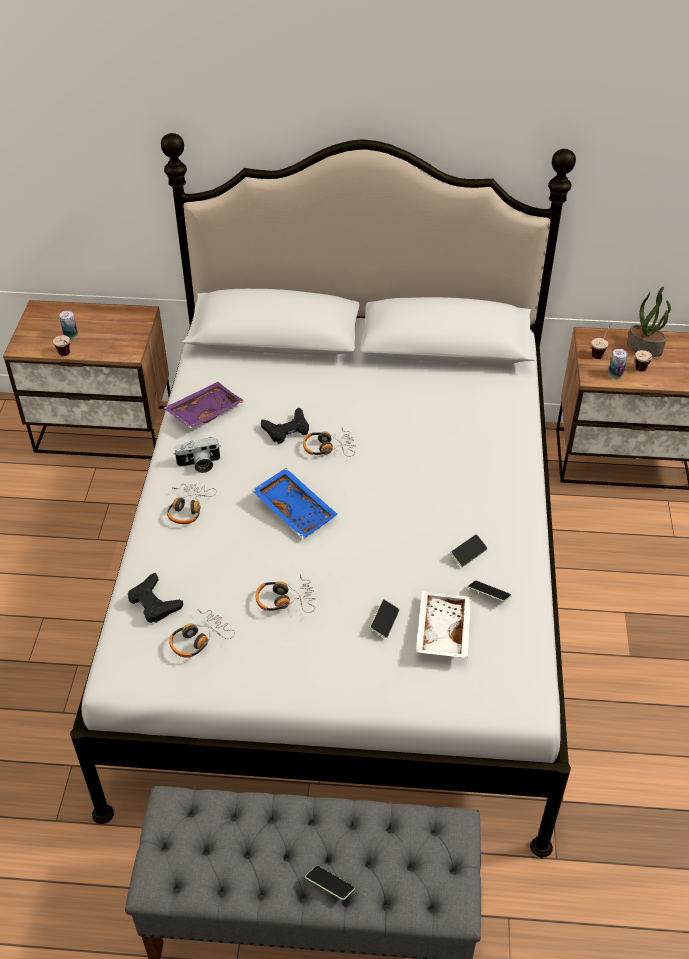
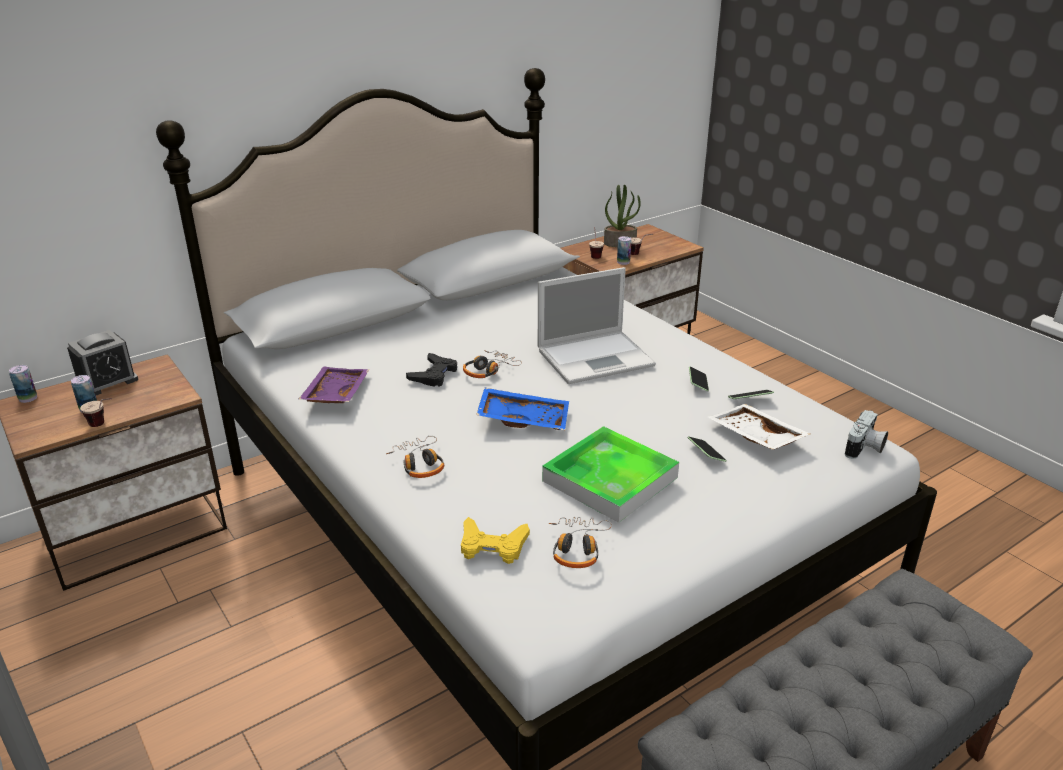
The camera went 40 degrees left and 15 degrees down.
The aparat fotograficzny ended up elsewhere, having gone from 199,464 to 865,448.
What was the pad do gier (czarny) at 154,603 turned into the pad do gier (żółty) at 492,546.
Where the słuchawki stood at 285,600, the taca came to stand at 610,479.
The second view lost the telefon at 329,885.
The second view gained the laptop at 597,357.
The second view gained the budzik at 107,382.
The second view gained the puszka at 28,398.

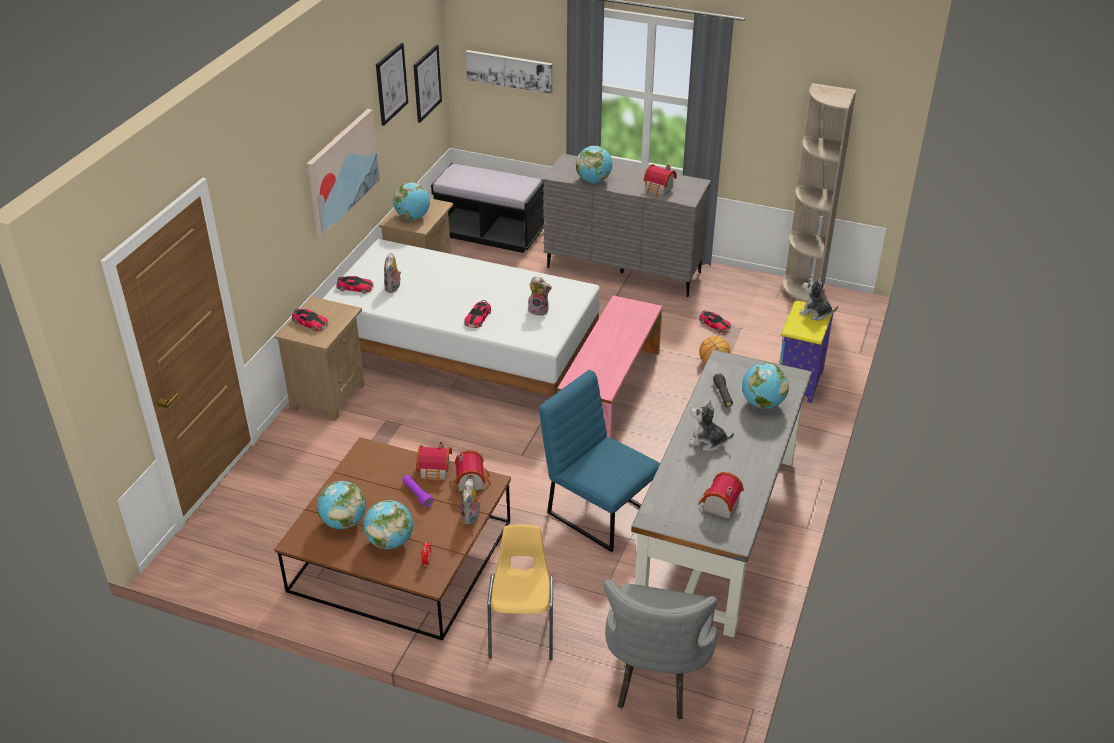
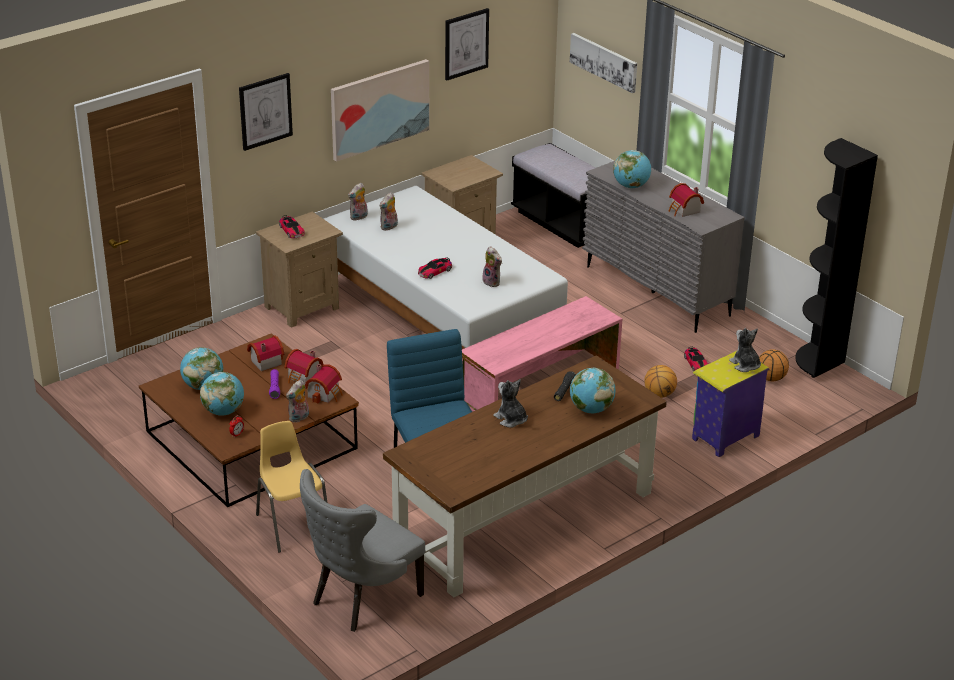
The camera went 30 degrees right and 5 degrees down.
The obraz ended up elsewhere, having gone from 426,83 to 265,111.
What was the regał (beżowy) at 802,293 turned into the regał (czarny) at 814,365.
The second view lost the globus at 413,217.
Where the samochodzik stood at 355,287, the pluszak came to stand at 359,217.
What was the biurko (szary) at 719,530 turned into the biurko (brązowy) at 524,519.
The domek ended up elsewhere, having gone from 718,506 to 264,362.
The krzesło (żółty) at 523,630 ended up facing another way, 60 degrees counterclockwise from before.
The second view gained the piłka do koszykówki at 771,378.

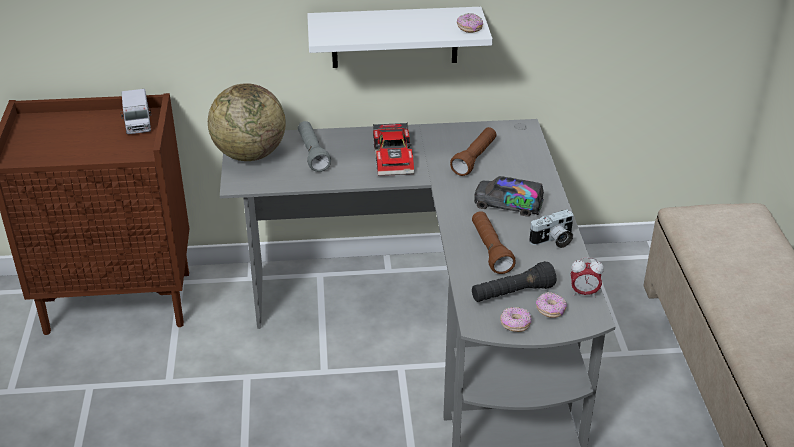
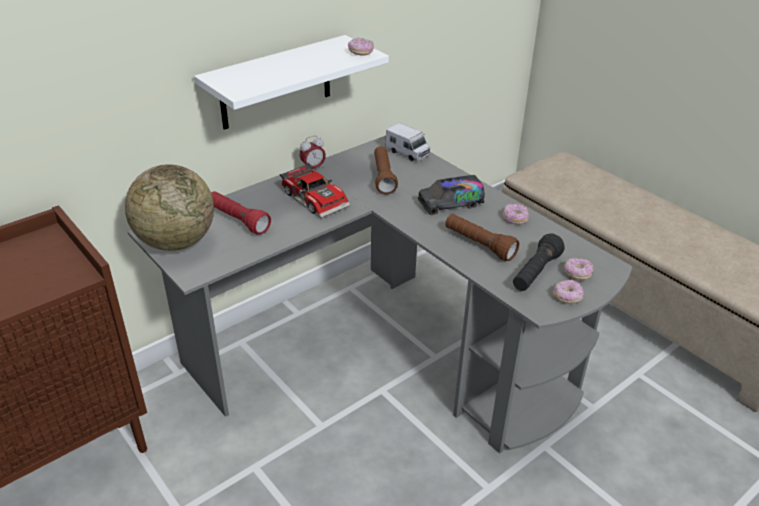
The camera went 35 degrees left and 0 degrees up.
The ciężarówka zabawkowa ended up elsewhere, having gone from 138,123 to 407,153.
What was the latarka (szary) at 312,154 turned into the latarka (czerwony) at 238,220.
Where the aparat fotograficzny stood at 553,241, the donut came to stand at 515,219.
The budzik ended up elsewhere, having gone from 584,293 to 313,168.

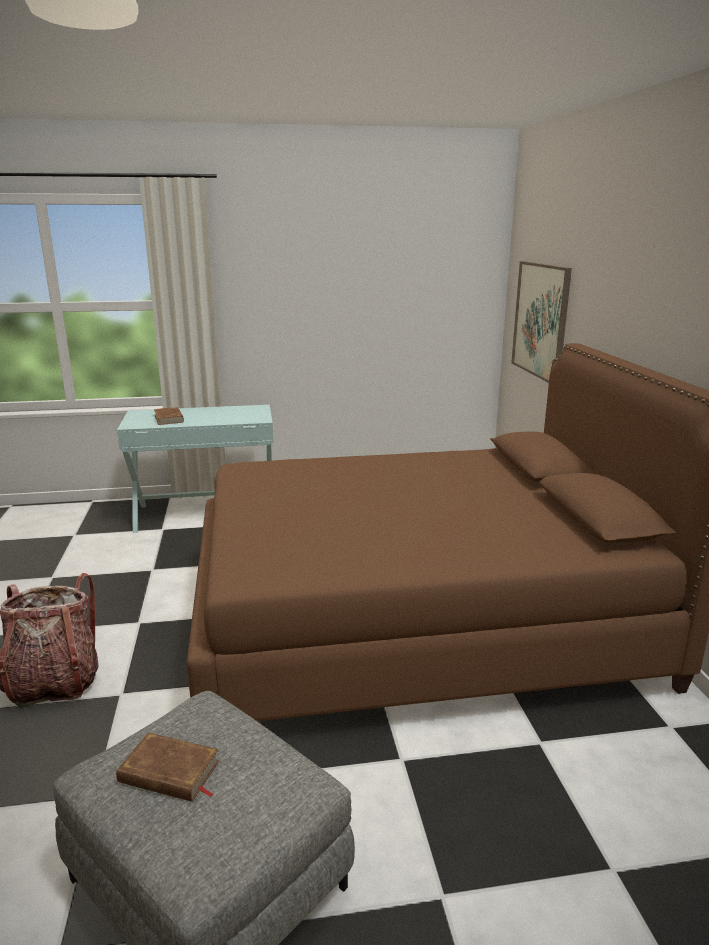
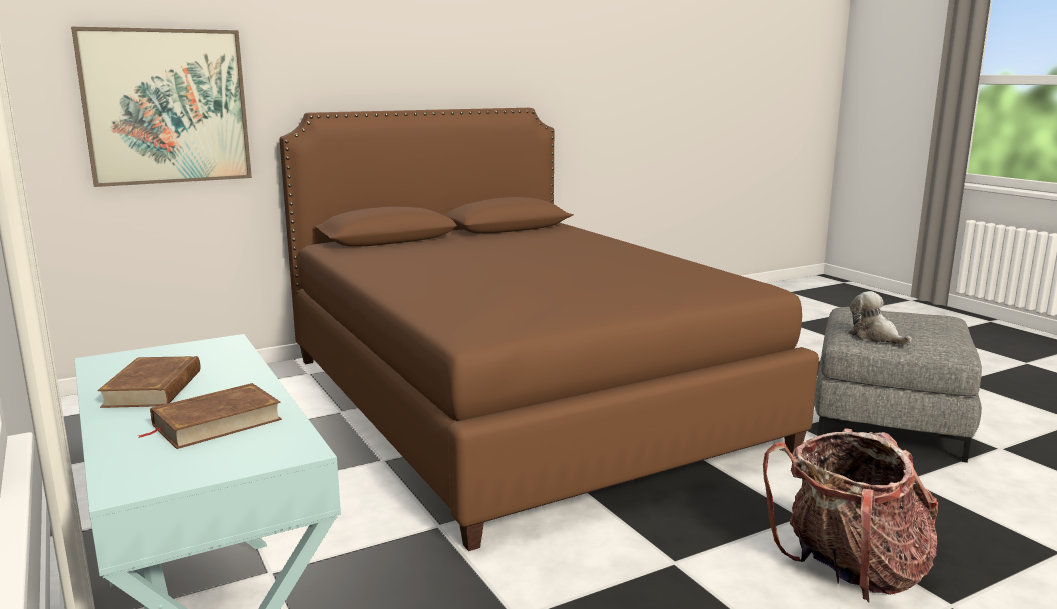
The camera went 110 degrees left and 5 degrees down.
The książka (brązowy) ended up elsewhere, having gone from 169,772 to 154,388.
The second view gained the pluszak at 875,337.

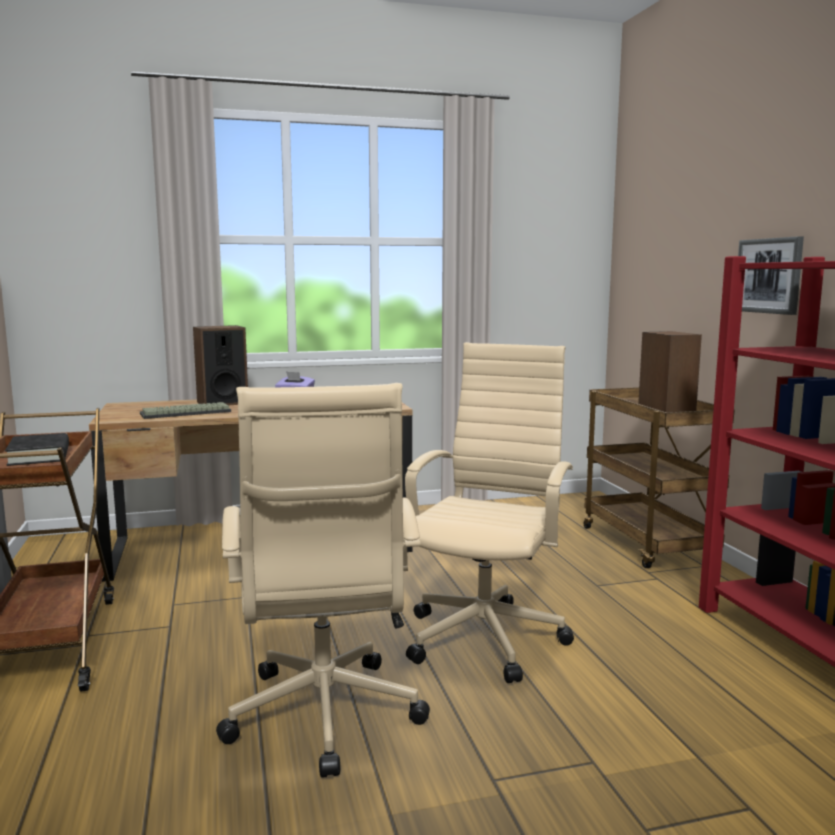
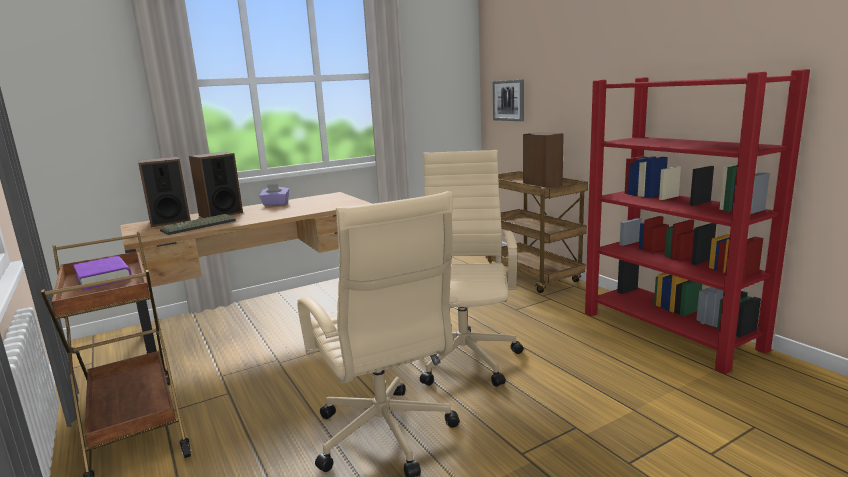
The camera went 15 degrees left and 5 degrees up.
The obraz ended up elsewhere, having gone from 769,275 to 509,100.
What was the książka (czarny) at 39,456 turned into the książka (fioletowy) at 103,277.
The second view gained the głośnik at 169,221.

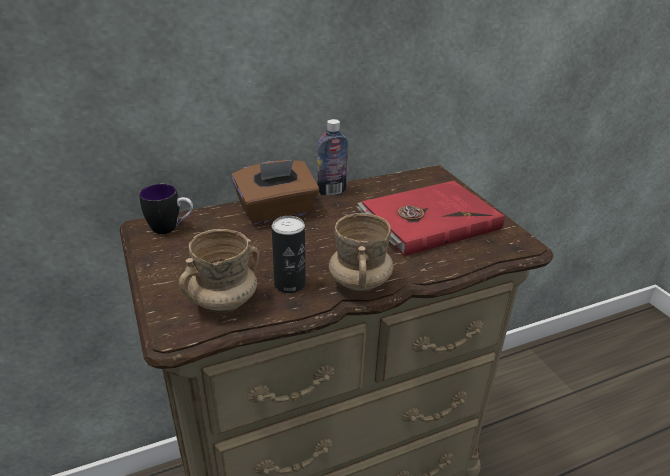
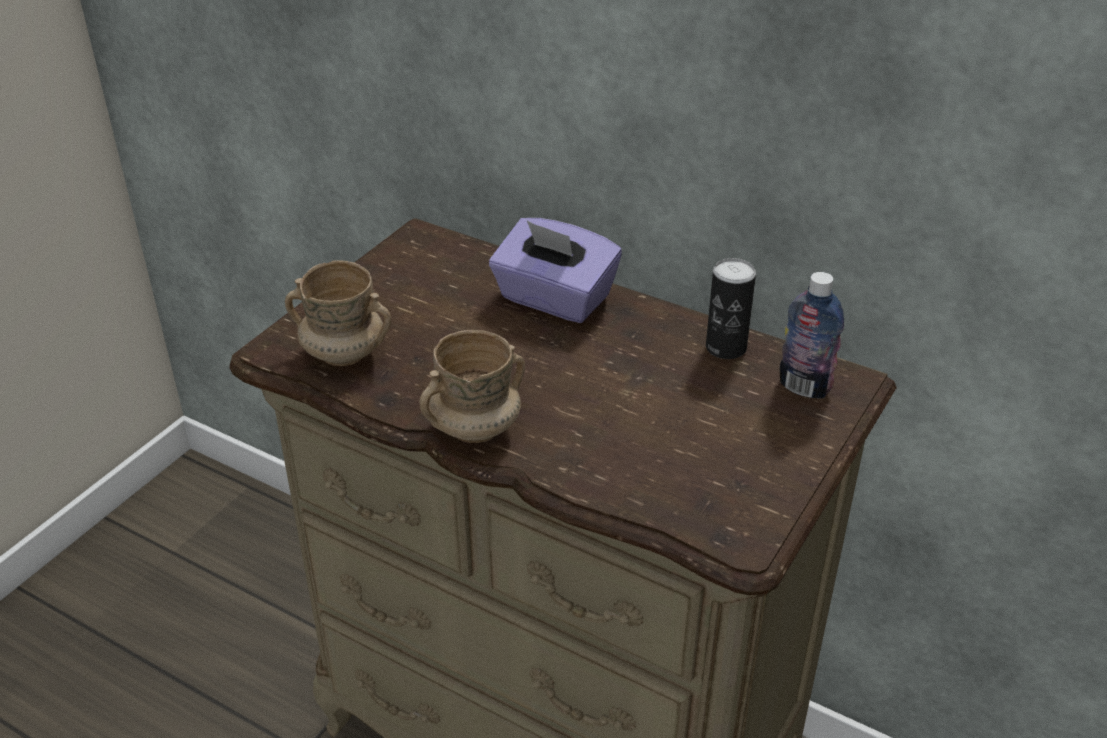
The camera went 55 degrees right and 5 degrees up.
The butelka ended up elsewhere, having gone from 332,191 to 804,387.
What was the pudełko chusteczek (brązowy) at 277,212 turned into the pudełko chusteczek (fioletowy) at 554,299.
The second view lost the książka (czerwony) at 427,220.
The second view lost the kubek at 171,228.
The puszka ended up elsewhere, having gone from 290,284 to 726,347.

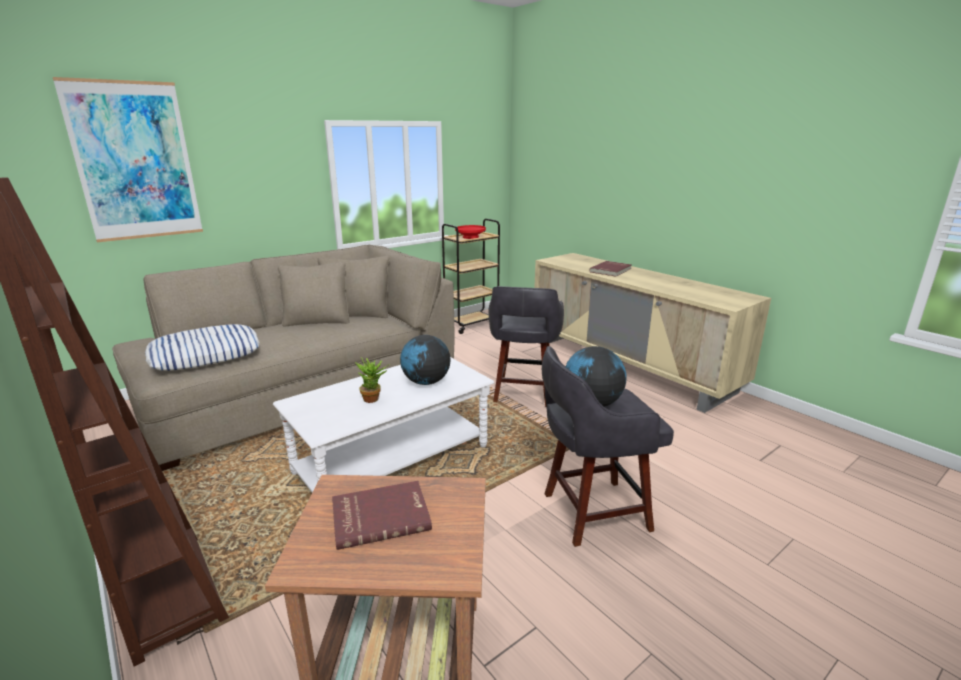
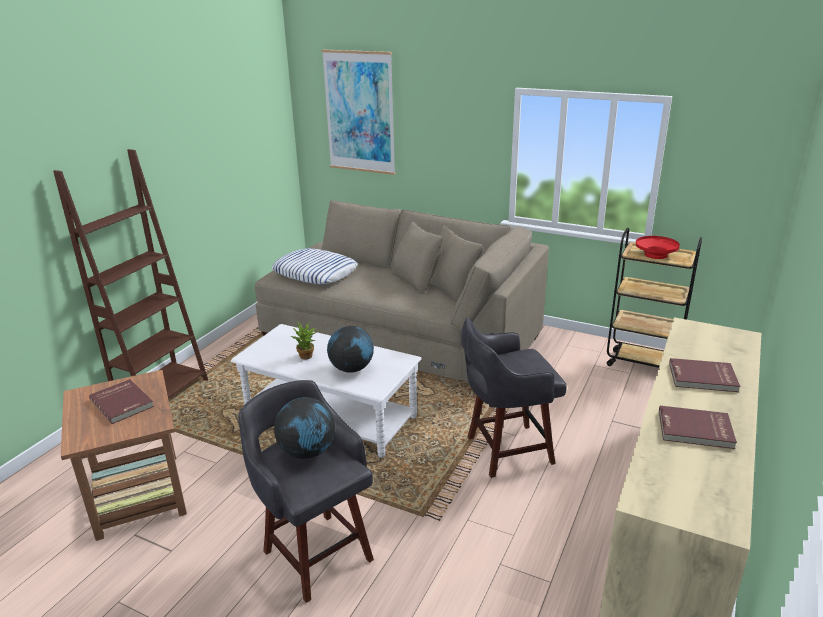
The camera went 65 degrees right and 5 degrees up.
The second view gained the książka (czerwony) at 695,430.

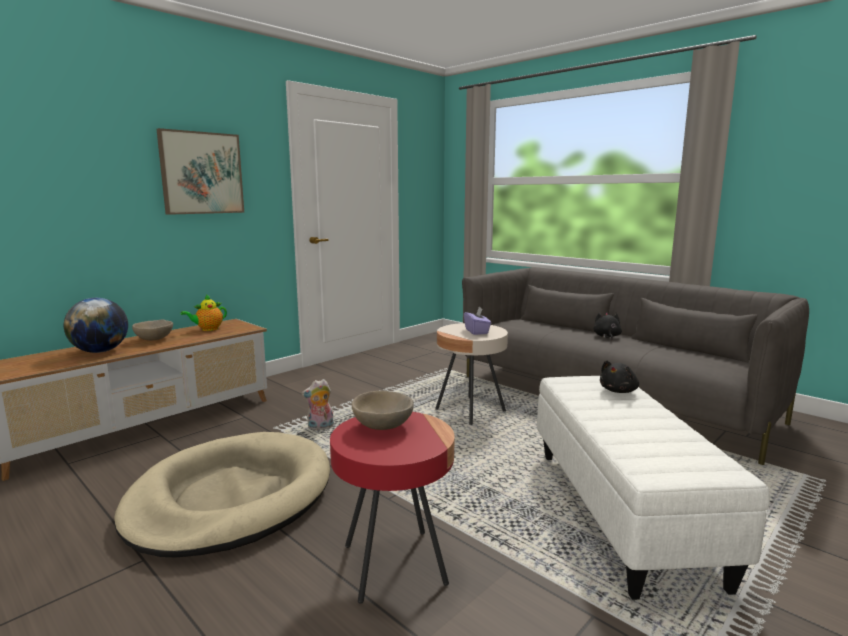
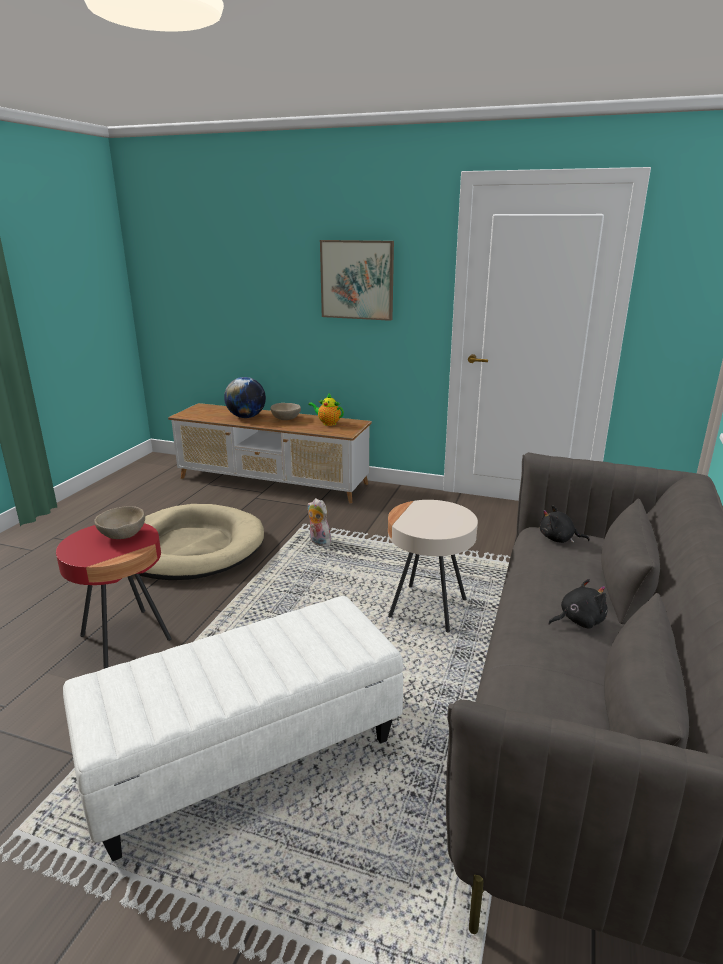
The camera went 65 degrees right and 10 degrees up.
The second view lost the pudełko chusteczek (fioletowy) at 477,331.
The pluszak (czarny) ended up elsewhere, having gone from 619,391 to 559,539.

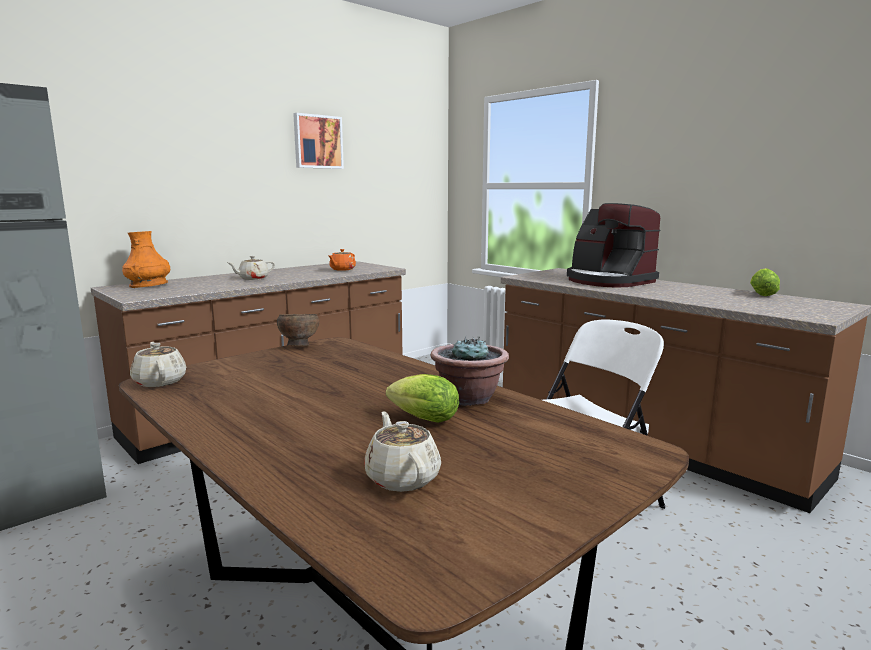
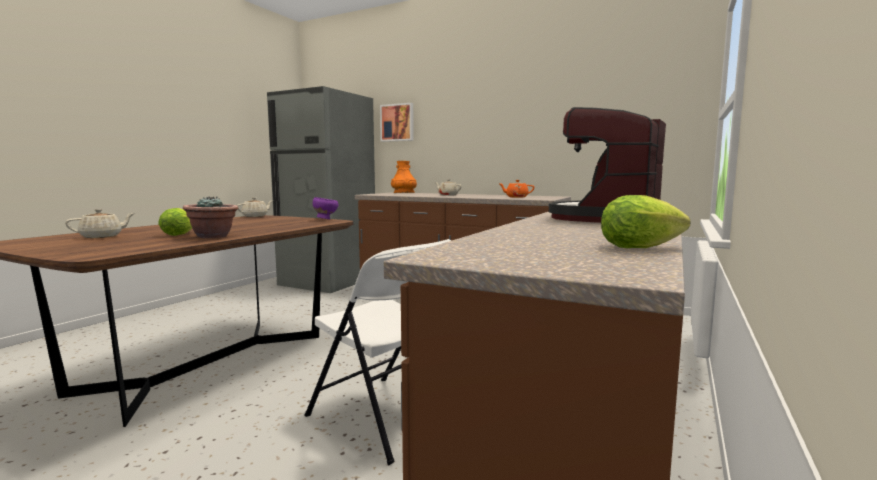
The camera went 70 degrees right and 5 degrees down.
The obraz ended up elsewhere, having gone from 317,142 to 397,122.
What was the miska (brązowy) at 298,346 turned into the miska (fioletowy) at 325,219.

